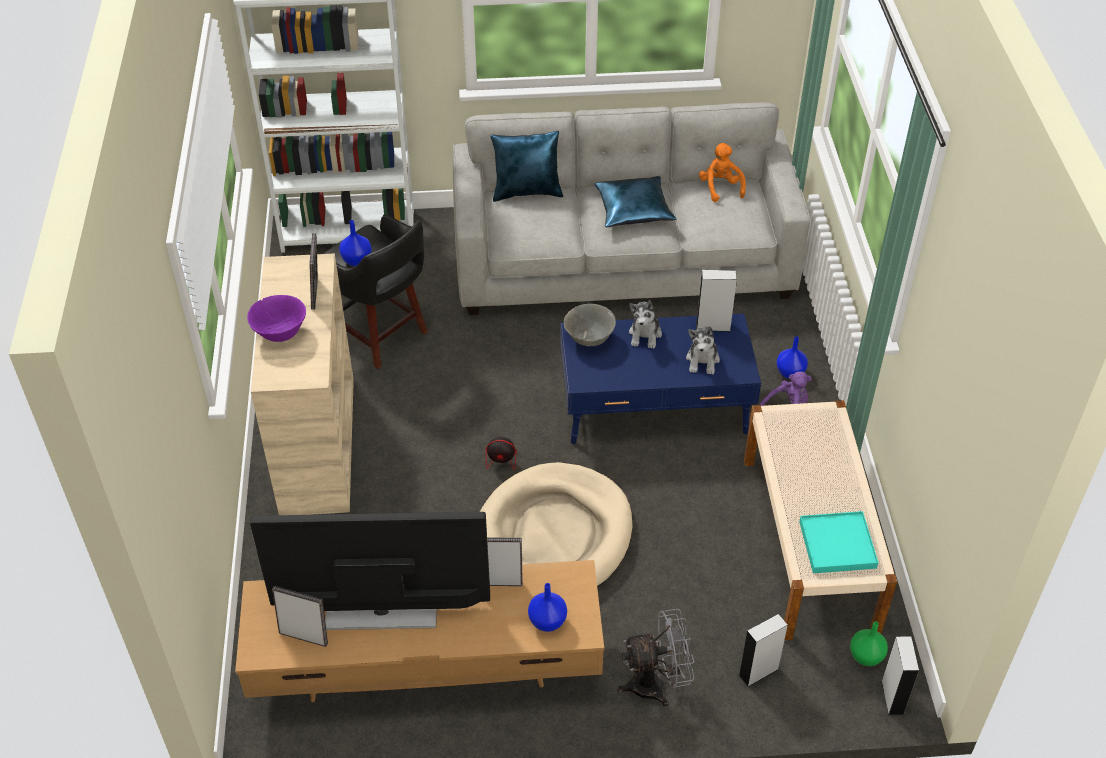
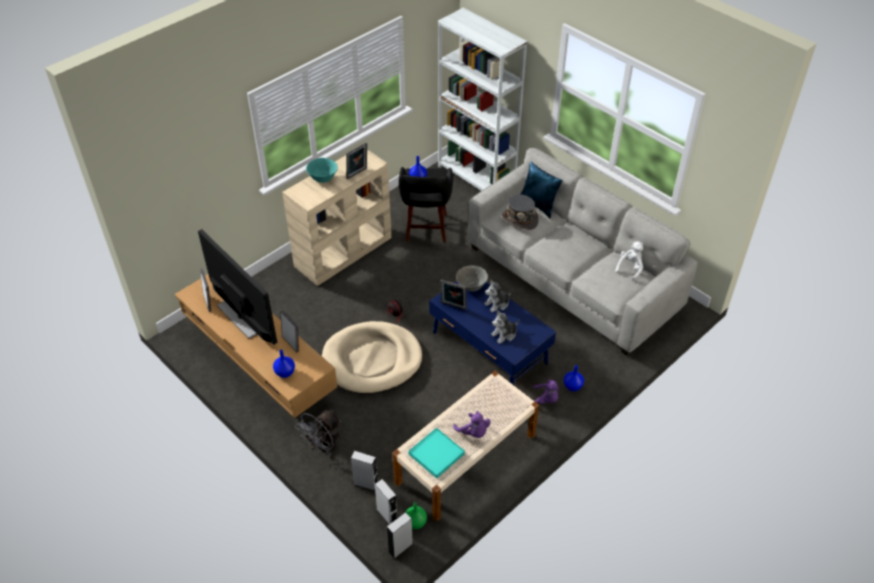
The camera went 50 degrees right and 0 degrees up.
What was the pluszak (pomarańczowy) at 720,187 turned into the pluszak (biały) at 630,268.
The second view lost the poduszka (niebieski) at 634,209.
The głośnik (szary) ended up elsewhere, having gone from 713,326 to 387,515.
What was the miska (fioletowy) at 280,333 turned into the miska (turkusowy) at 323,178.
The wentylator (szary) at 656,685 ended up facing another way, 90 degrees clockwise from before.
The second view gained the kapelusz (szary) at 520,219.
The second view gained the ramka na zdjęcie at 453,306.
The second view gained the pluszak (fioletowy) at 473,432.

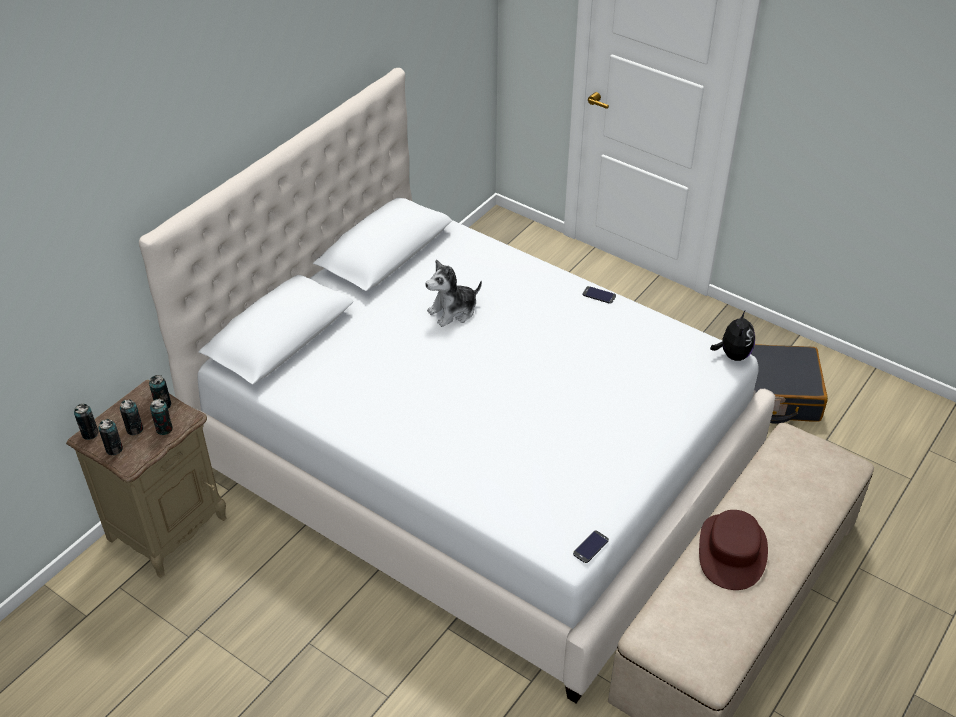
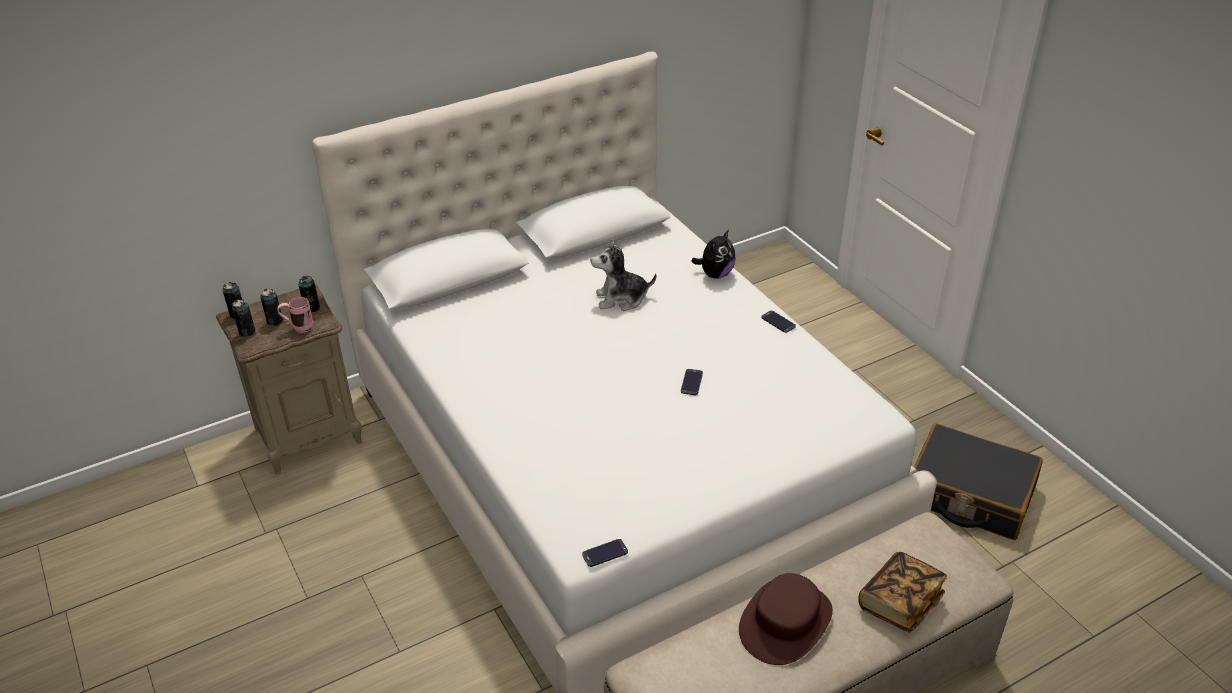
The camera went 25 degrees right and 5 degrees down.
The pluszak ended up elsewhere, having gone from 732,355 to 715,274.
Where the puszka stood at 164,429, the kubek (różowy) came to stand at 298,328.
The second view gained the telefon at 691,382.
The second view gained the książka at 899,603.

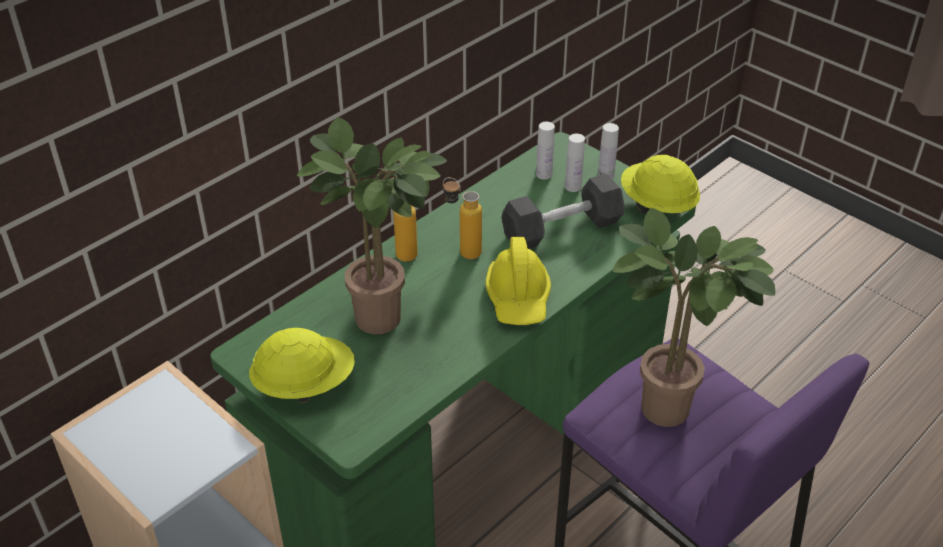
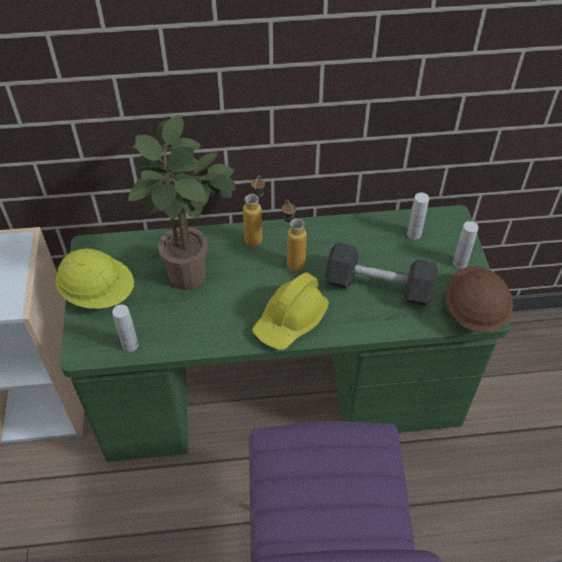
The camera went 40 degrees right and 10 degrees up.
The butelka (biały) ended up elsewhere, having gone from 573,187 to 130,345.
What was the kask (żółty) at 657,205 turned into the kask (brązowy) at 473,311.
The second view lost the roślina doniczkowa at 674,408.

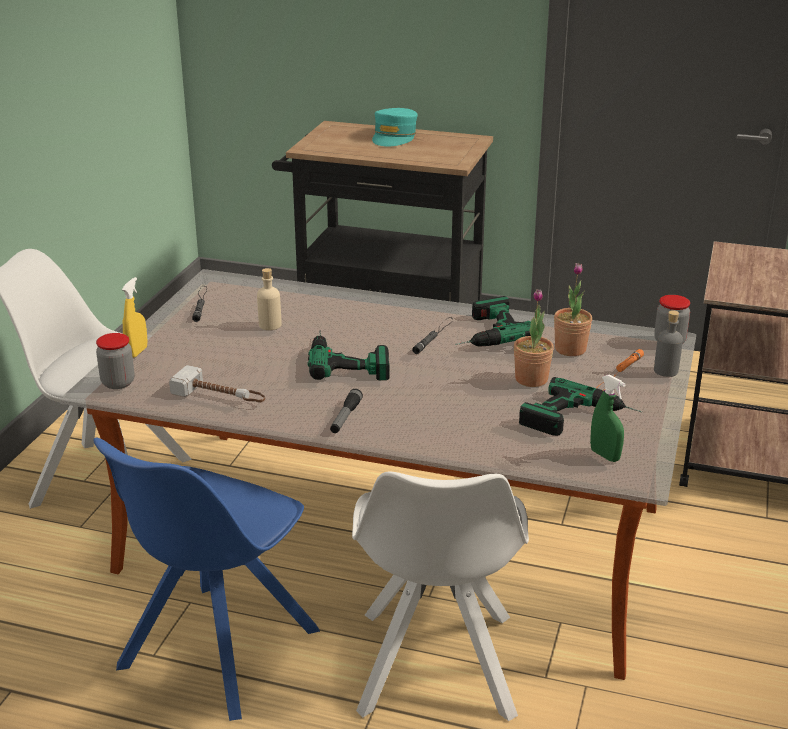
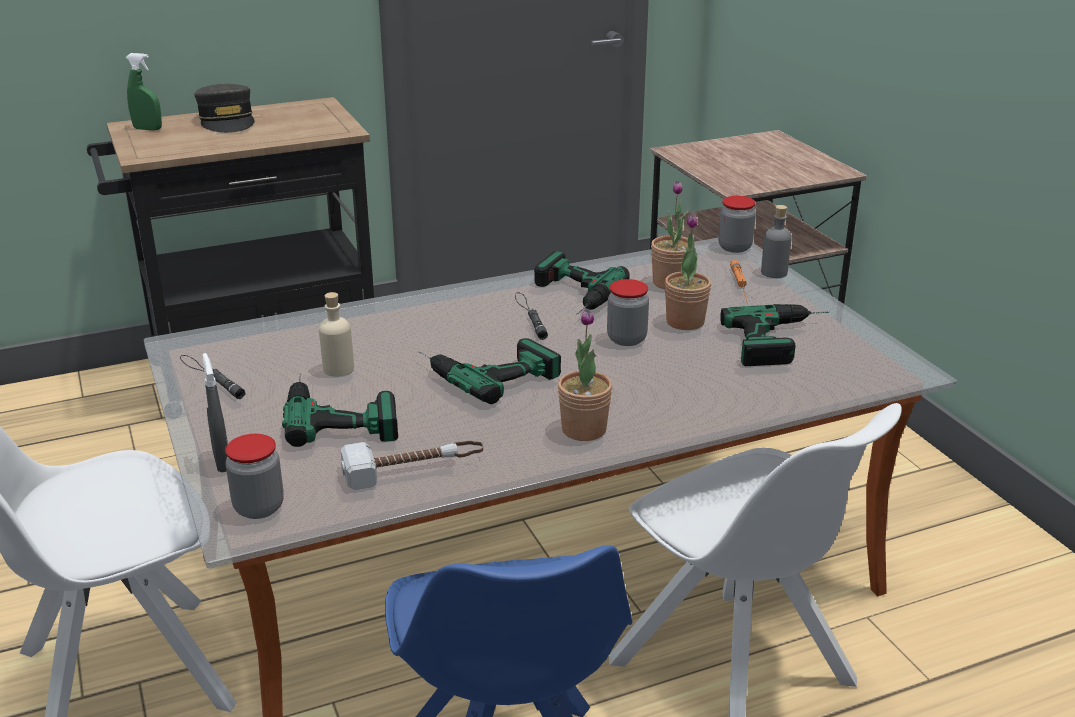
The camera went 40 degrees left and 0 degrees up.
What was the czapka z daszkiem (turkusowy) at 394,137 turned into the czapka z daszkiem (szary) at 227,121.
What was the spryskiwacz (żółty) at 137,352 turned into the spryskiwacz (szary) at 222,462.
The spryskiwacz (zielony) ended up elsewhere, having gone from 605,455 to 148,129.
Where the latarka stood at 345,417, the roślina doniczkowa came to stand at 584,430.
The second view gained the słoik at 626,339.
The second view gained the wiertarka at 340,412.

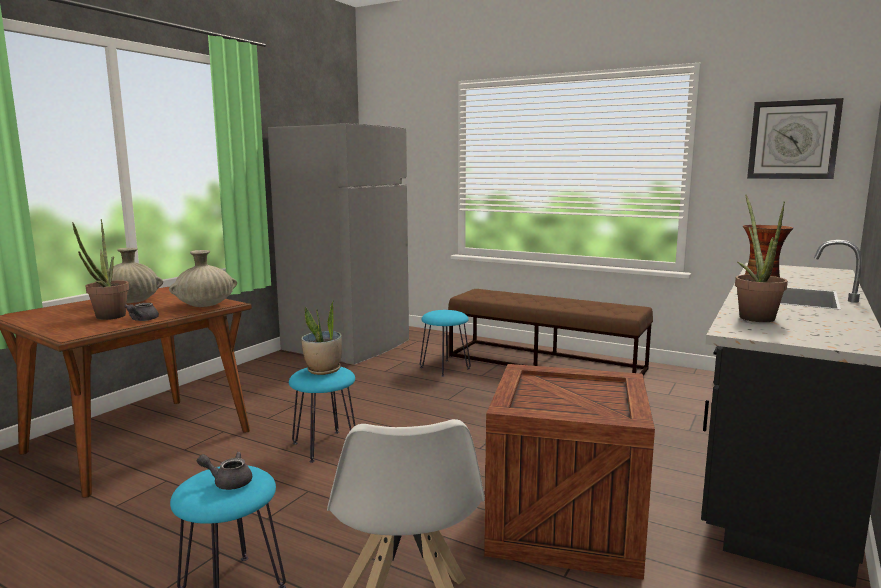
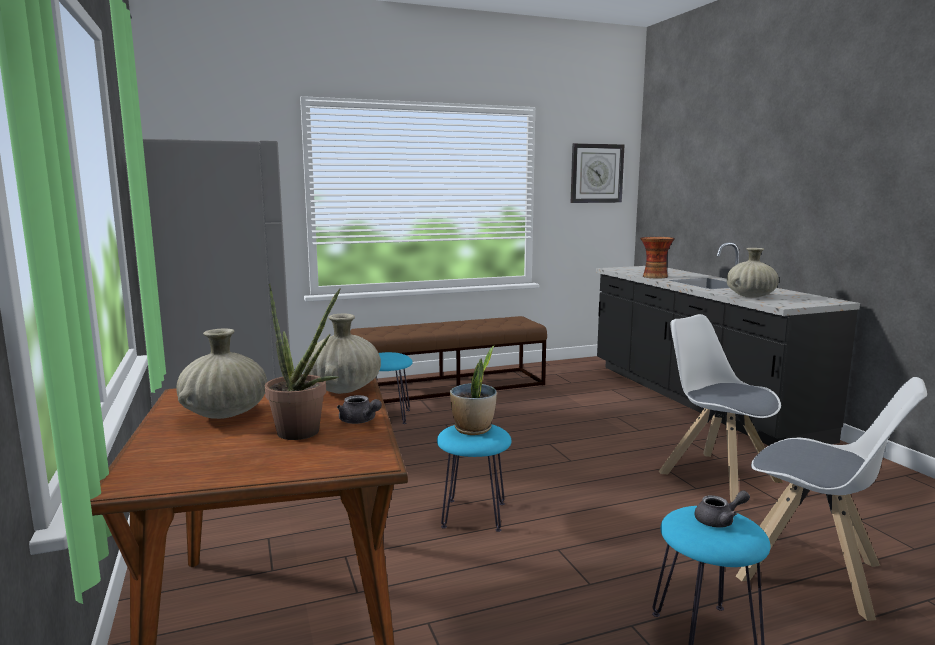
The camera went 50 degrees left and 0 degrees up.
Where the roślina doniczkowa stood at 753,316, the wazon (beżowy) came to stand at 750,296.
Where the skrzynka stood at 567,523, the krzesło came to stand at 716,476.
The imbryk (szary) at 228,482 ended up facing another way, 150 degrees counterclockwise from before.

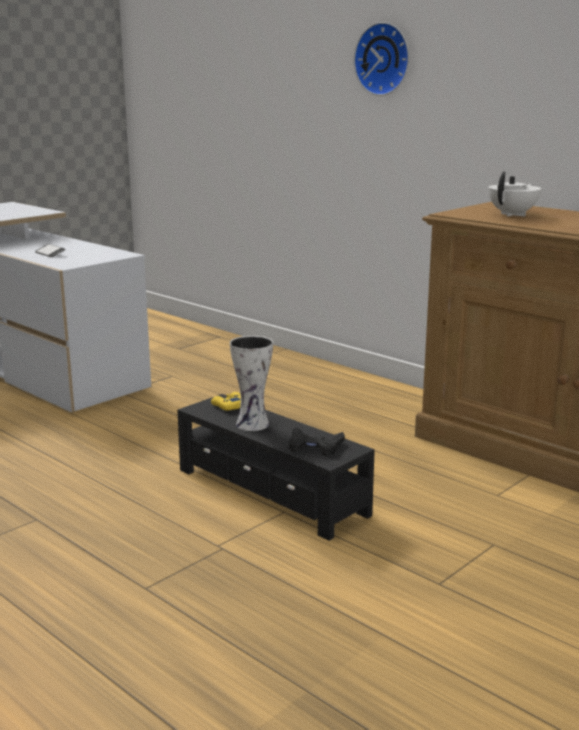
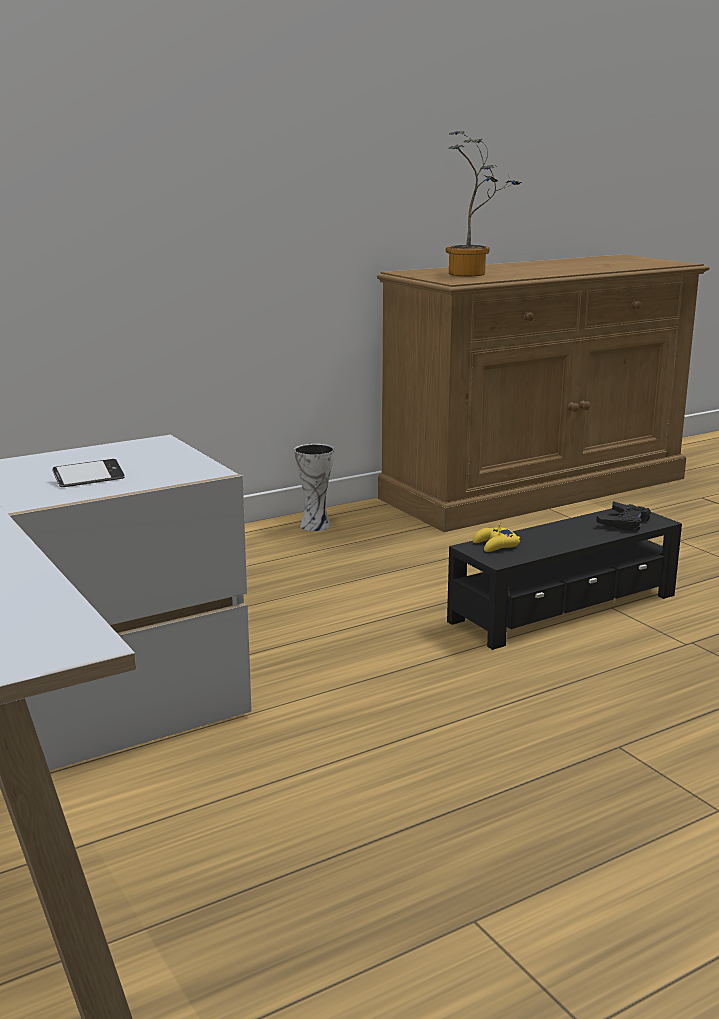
The camera went 75 degrees left and 0 degrees up.
The second view lost the zegar ścienny at 384,59.
Where the imbryk (biały) stood at 513,214, the roślina doniczkowa came to stand at 472,274.
The wazon ended up elsewhere, having gone from 254,424 to 316,525.

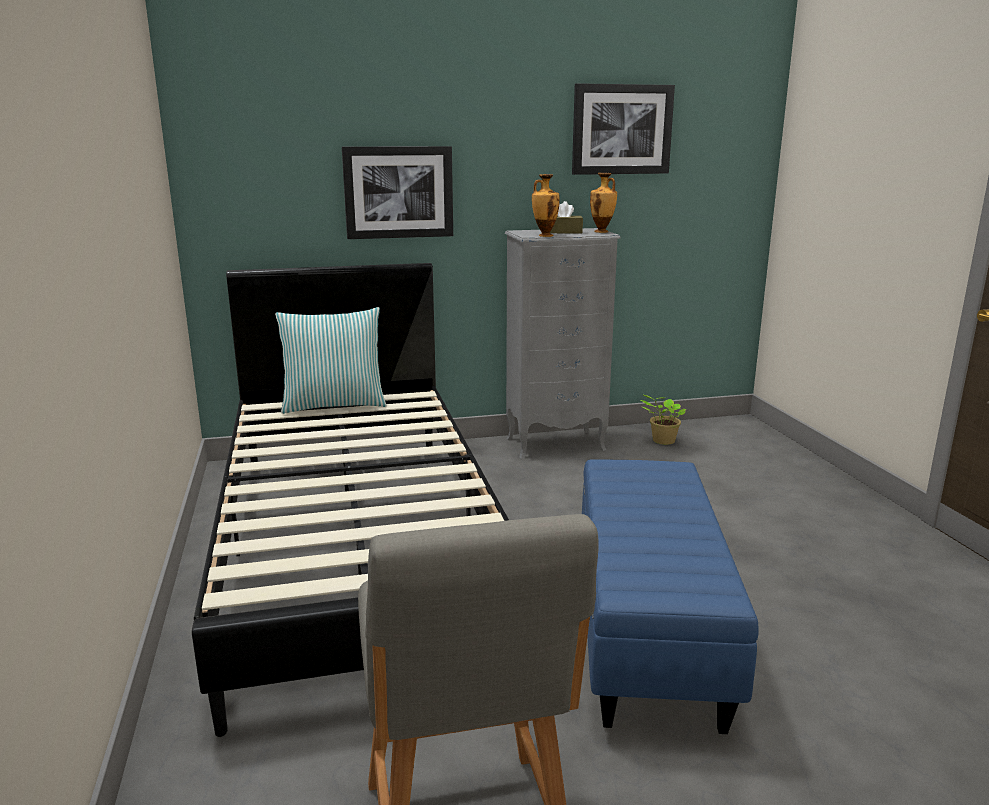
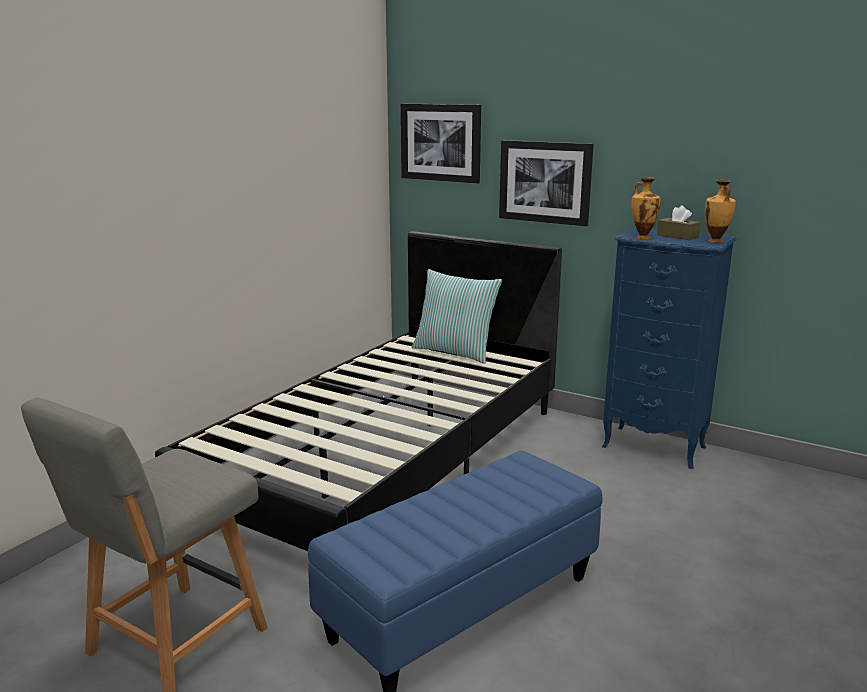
The camera went 45 degrees right and 0 degrees up.
The obraz ended up elsewhere, having gone from 622,129 to 441,142.
What was the komoda (szary) at 556,445 turned into the komoda (niebieski) at 652,448.
The second view lost the roślina doniczkowa at 662,441.

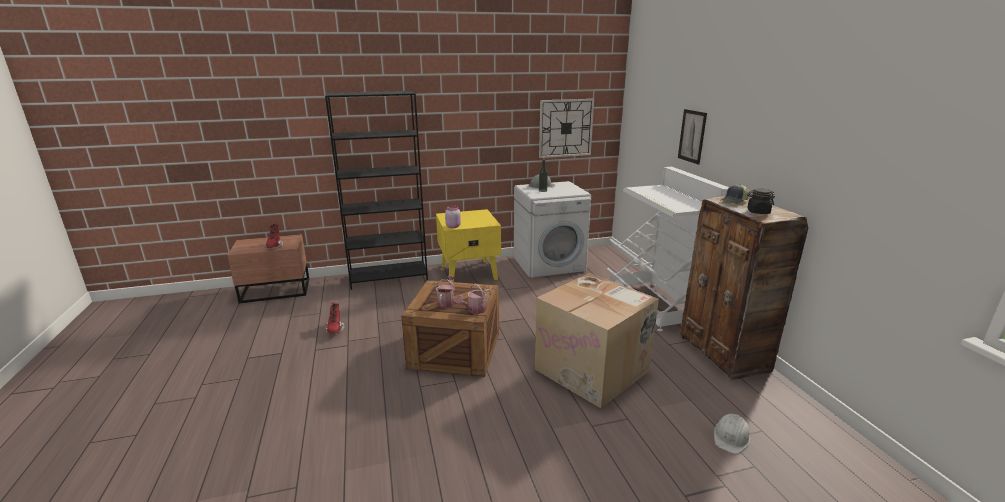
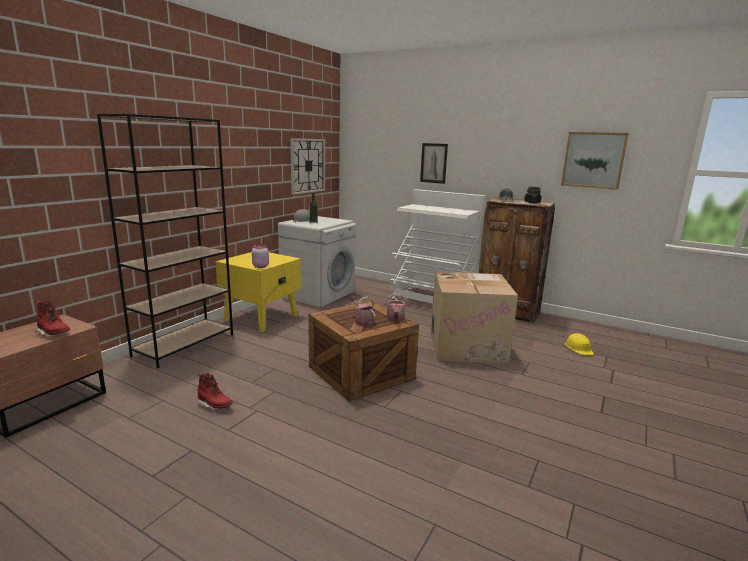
The camera went 45 degrees left and 5 degrees down.
What was the regał (czarny) at 389,277 turned into the regał (beżowy) at 184,345.
What was the kask (biały) at 731,437 turned into the kask (żółty) at 578,348.
The second view gained the obraz at 593,160.

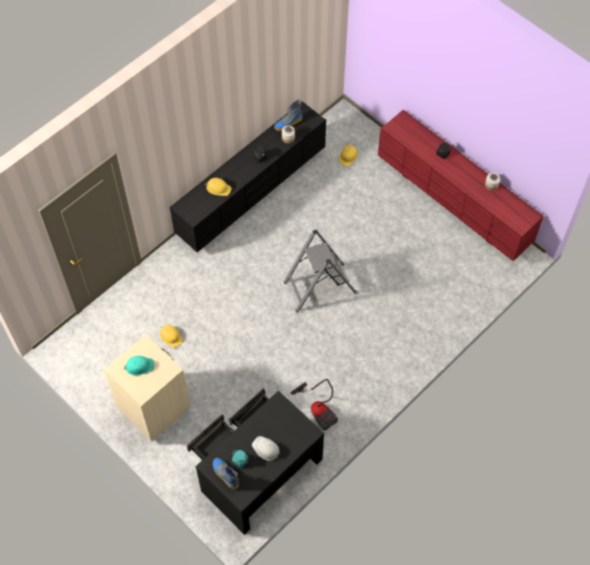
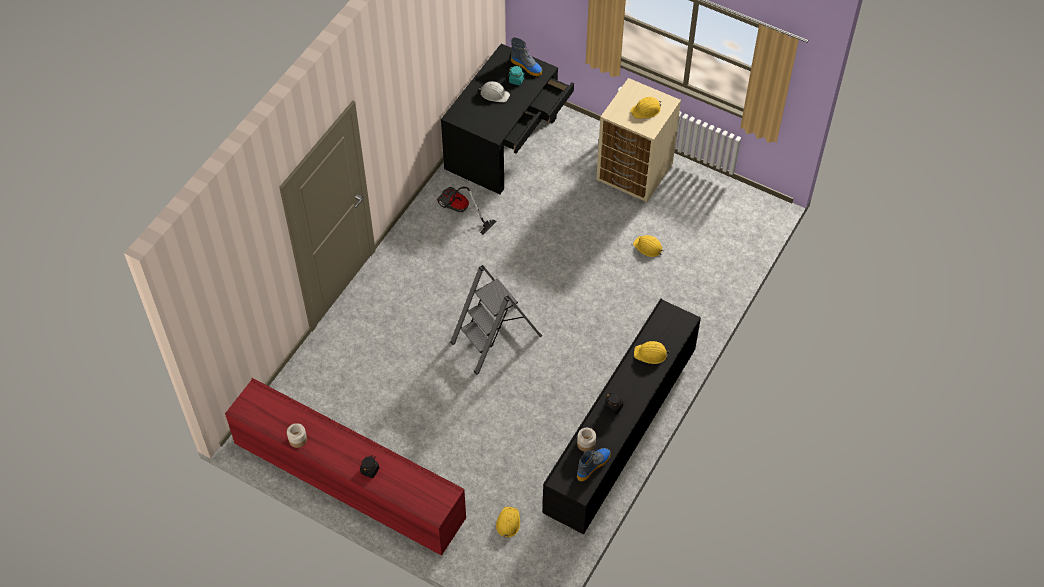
The camera went 165 degrees right and 5 degrees down.
What was the kask (turkusowy) at 139,366 turned into the kask (żółty) at 646,110.

